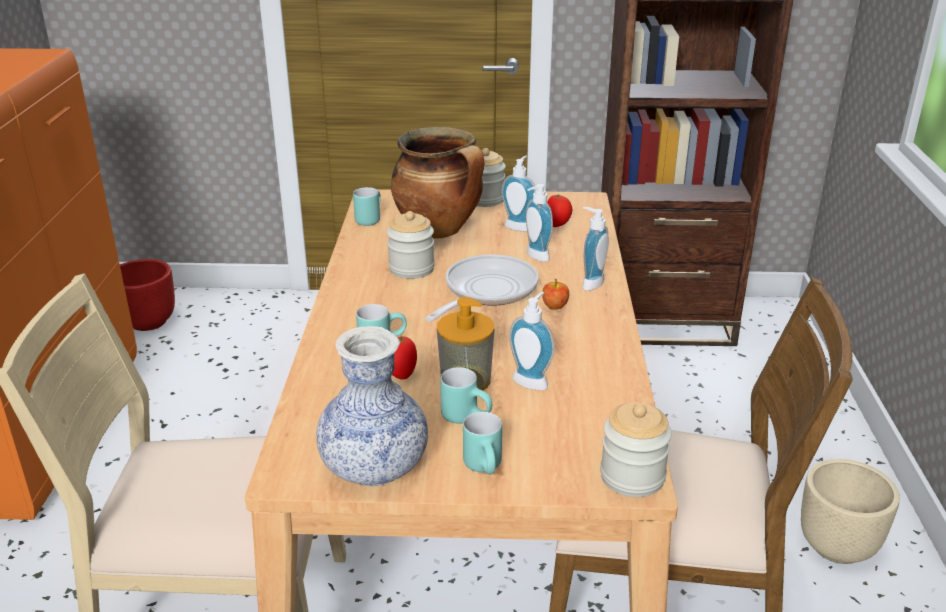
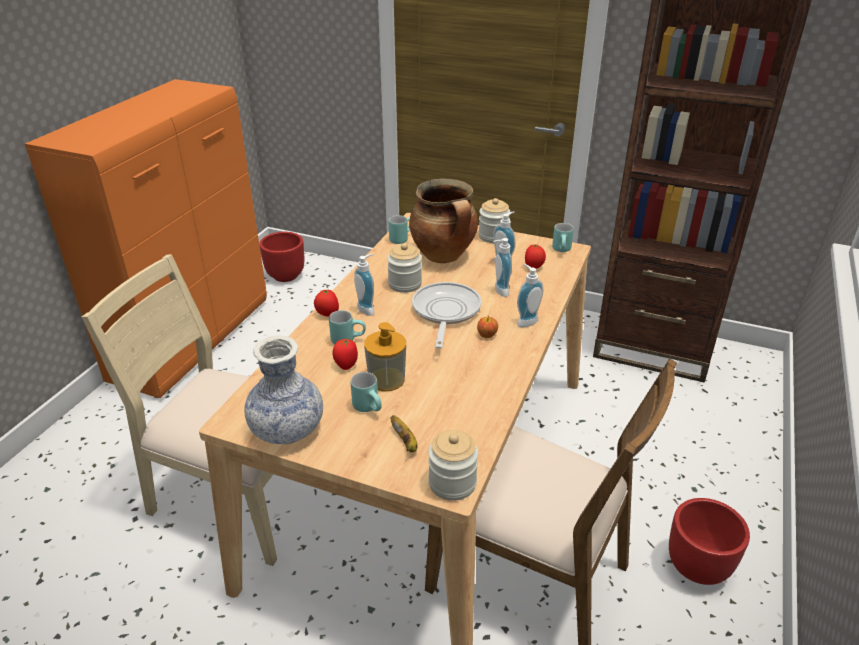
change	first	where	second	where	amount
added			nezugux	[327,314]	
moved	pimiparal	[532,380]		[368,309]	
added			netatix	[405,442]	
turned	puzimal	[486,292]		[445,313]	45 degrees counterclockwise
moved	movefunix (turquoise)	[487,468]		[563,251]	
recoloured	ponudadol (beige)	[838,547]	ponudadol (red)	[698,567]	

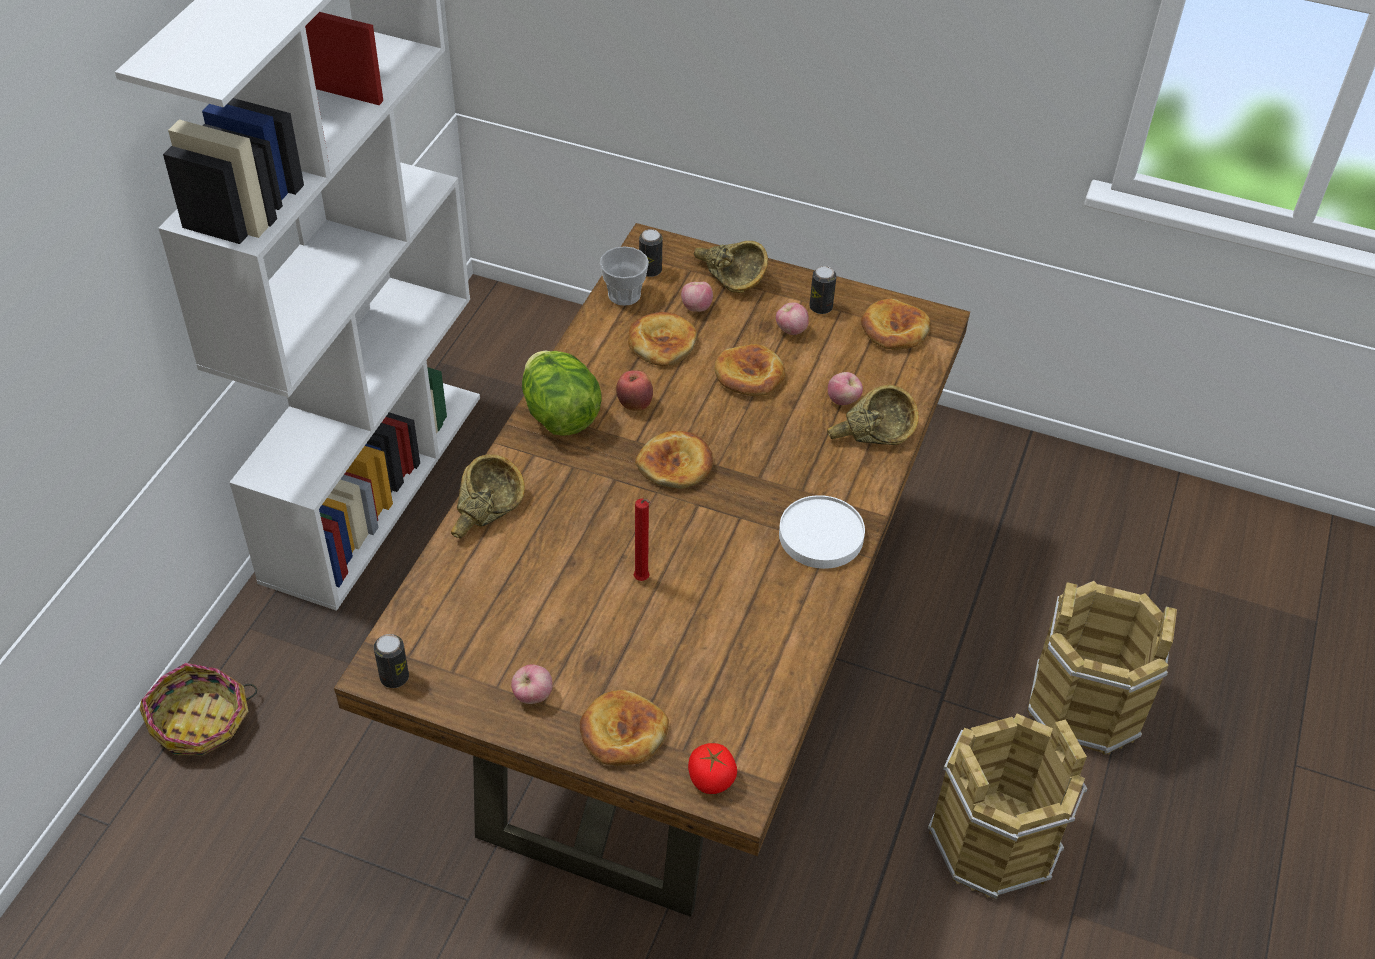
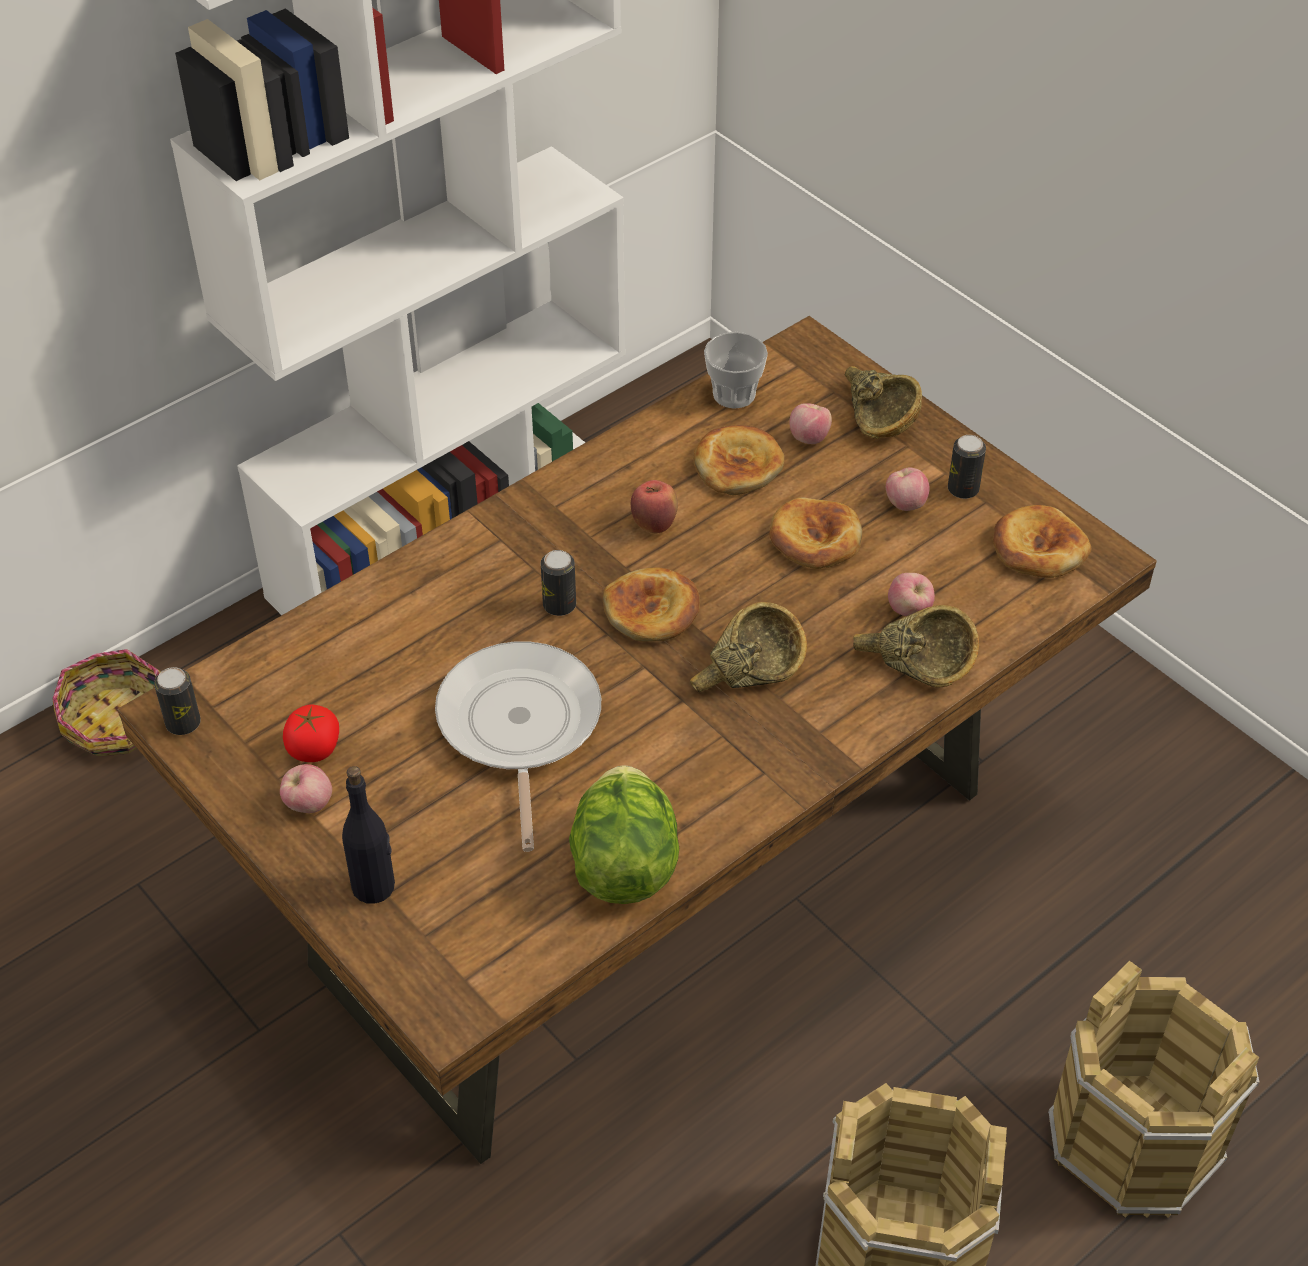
change	first	where	second	where	amount
moved	nezugux	[711,779]		[314,749]	
replaced	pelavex	[622,732]	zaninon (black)	[374,886]	
replaced	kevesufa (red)	[643,580]	puzimal	[518,727]	
moved	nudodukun	[650,270]		[559,605]	
moved	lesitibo	[560,415]		[624,865]	
moved	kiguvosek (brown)	[486,513]		[747,675]	
removed	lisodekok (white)	[821,536]			

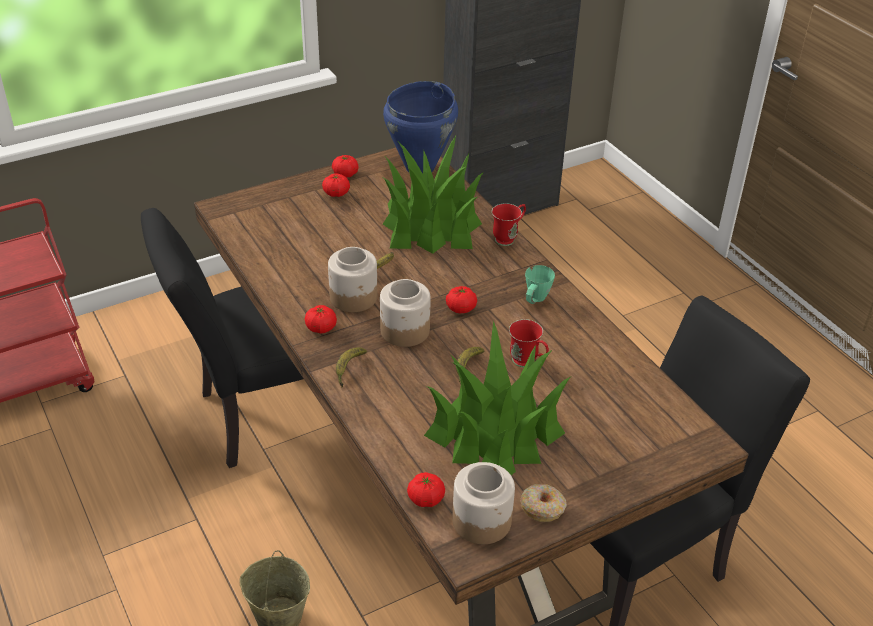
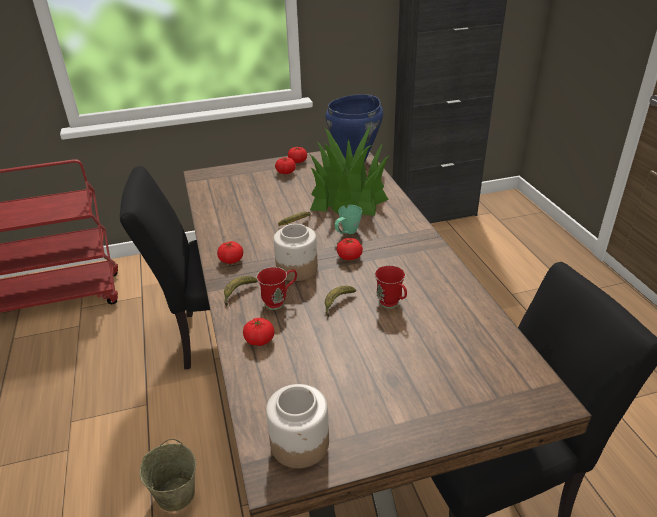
change	first	where	second	where	amount
moved	nezugux	[426,499]		[259,340]	
moved	movefunix (red)	[508,238]		[279,301]	
moved	movefunix (green)	[535,301]		[347,233]	
removed	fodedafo	[354,297]			
removed	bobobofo	[495,432]			
removed	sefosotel	[543,508]			

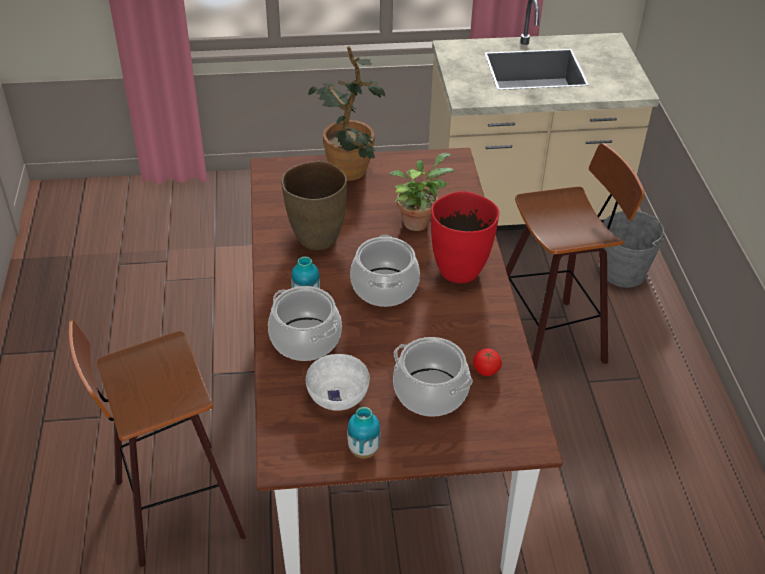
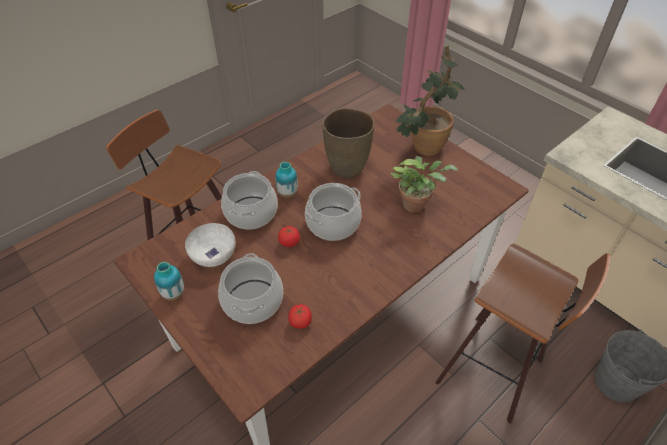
change	first	where	second	where	amount
added			nezugux	[289,242]	
removed	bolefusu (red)	[459,270]			

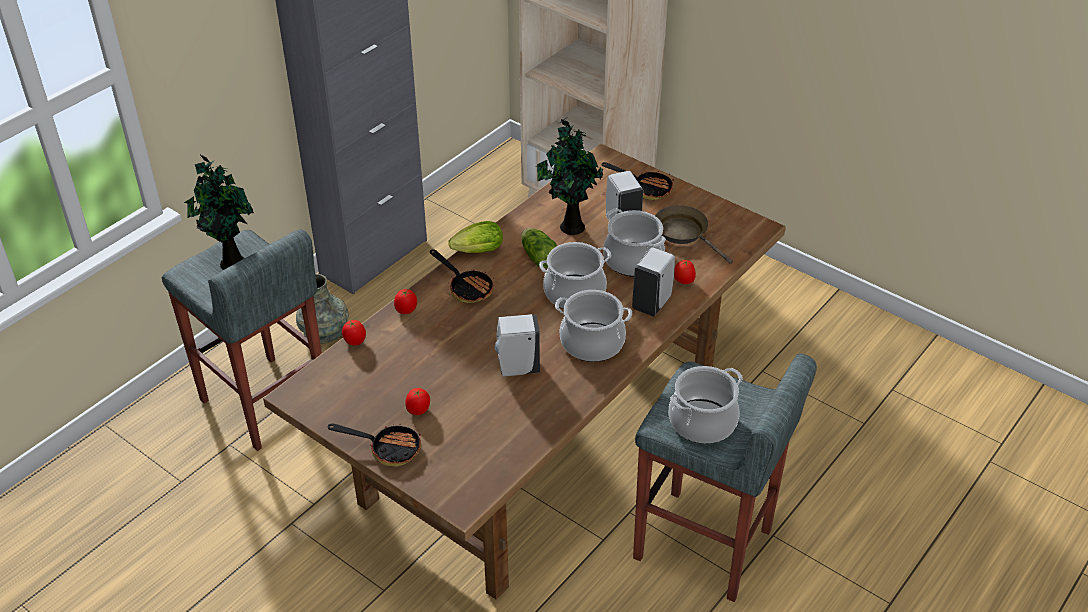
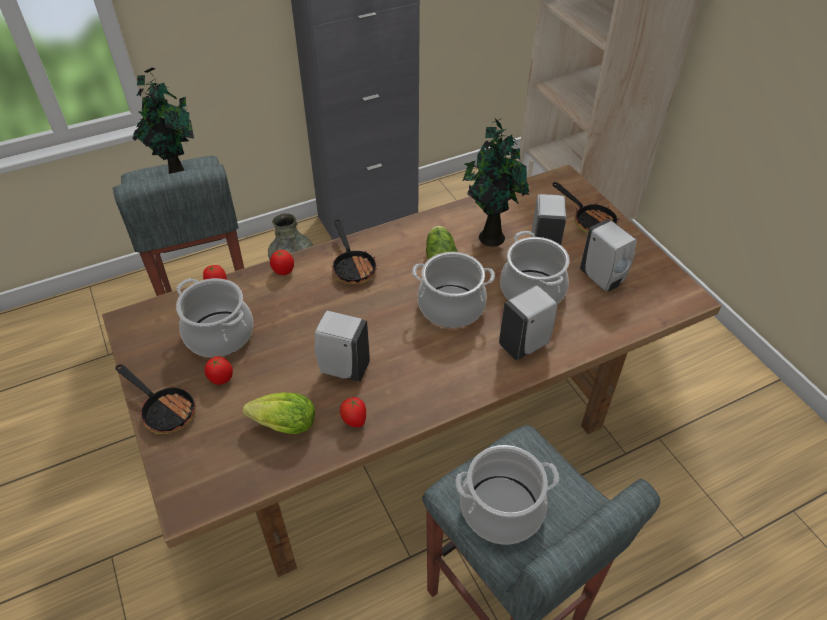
change	first	where	second	where	amount
moved	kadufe	[592,343]		[219,335]	
moved	lesitibo	[475,252]		[281,425]	
moved	nezugux	[683,281]		[354,421]	
replaced	puzimal (brown)	[684,233]	pimiparal (white)	[602,279]	

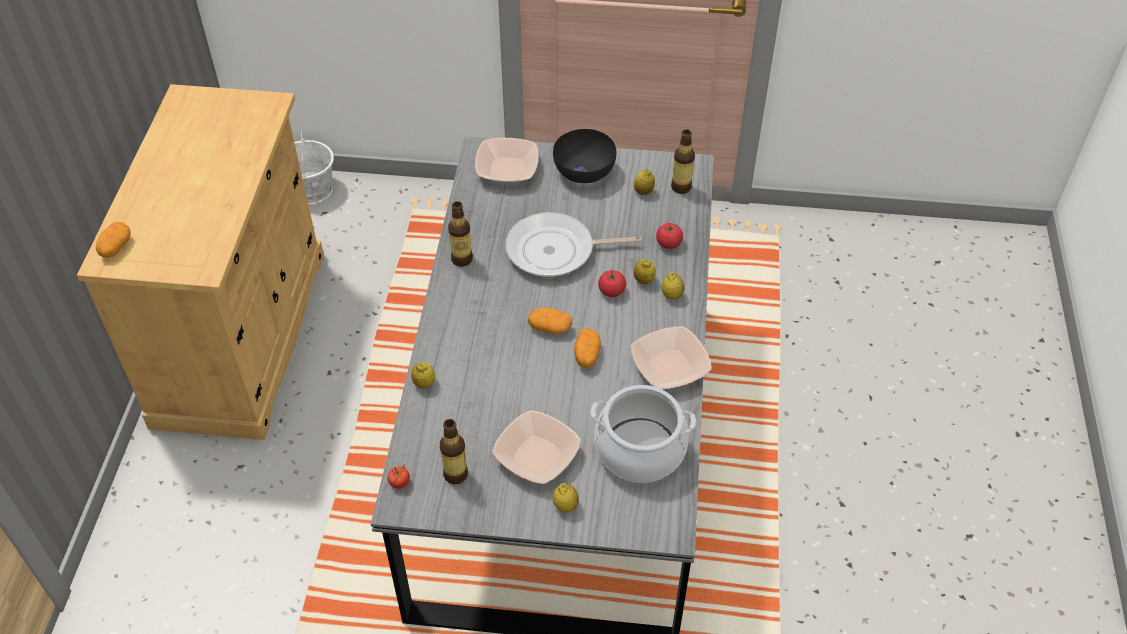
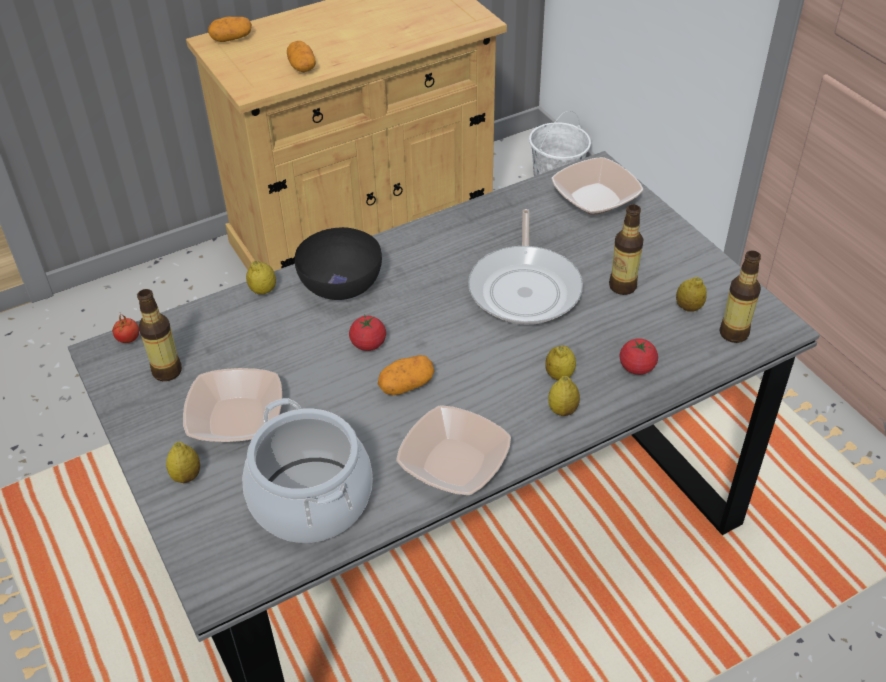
change	first	where	second	where	amount
moved	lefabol	[550,328]		[302,67]	
moved	kiguvosek (black)	[585,171]		[341,285]	
moved	nezugux	[611,291]		[368,344]	
turned	puzimal	[556,251]		[525,288]	135 degrees counterclockwise
moved	zaninon	[462,259]		[622,286]	

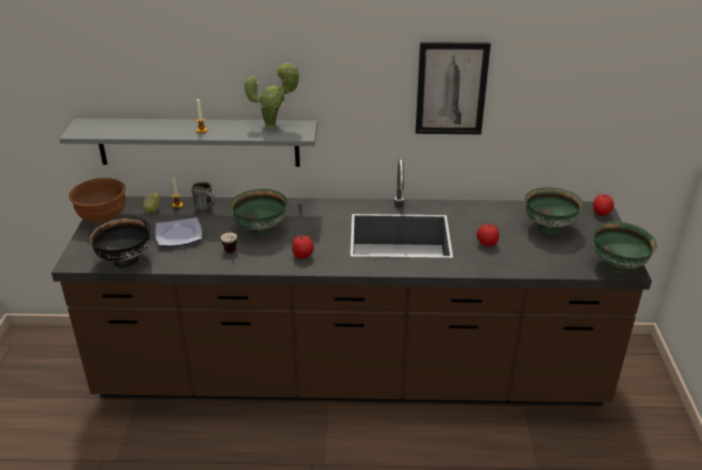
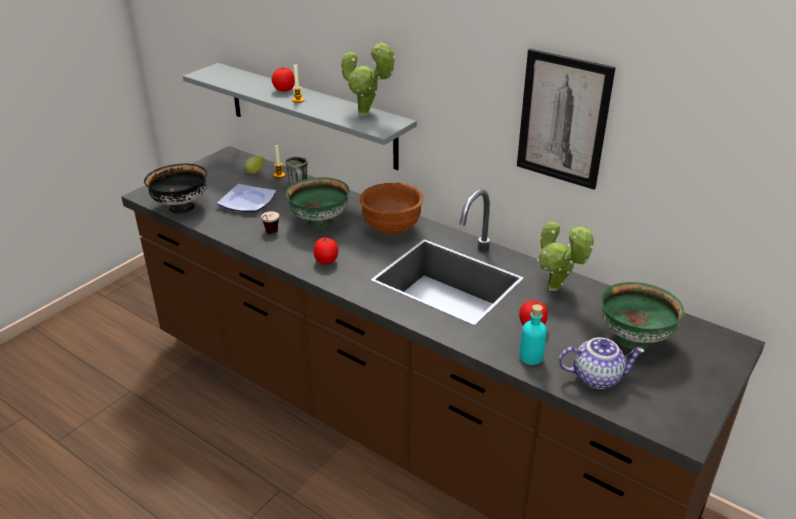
change	first	where	second	where	amount
moved	nezugux	[601,214]		[284,90]	
moved	kiguvosek (brown)	[102,218]		[391,229]	
added			zaninon (turquoise)	[531,357]	
added			bobobofo	[556,290]	
added			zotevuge	[597,377]	
removed	kiguvosek (green)	[617,266]			

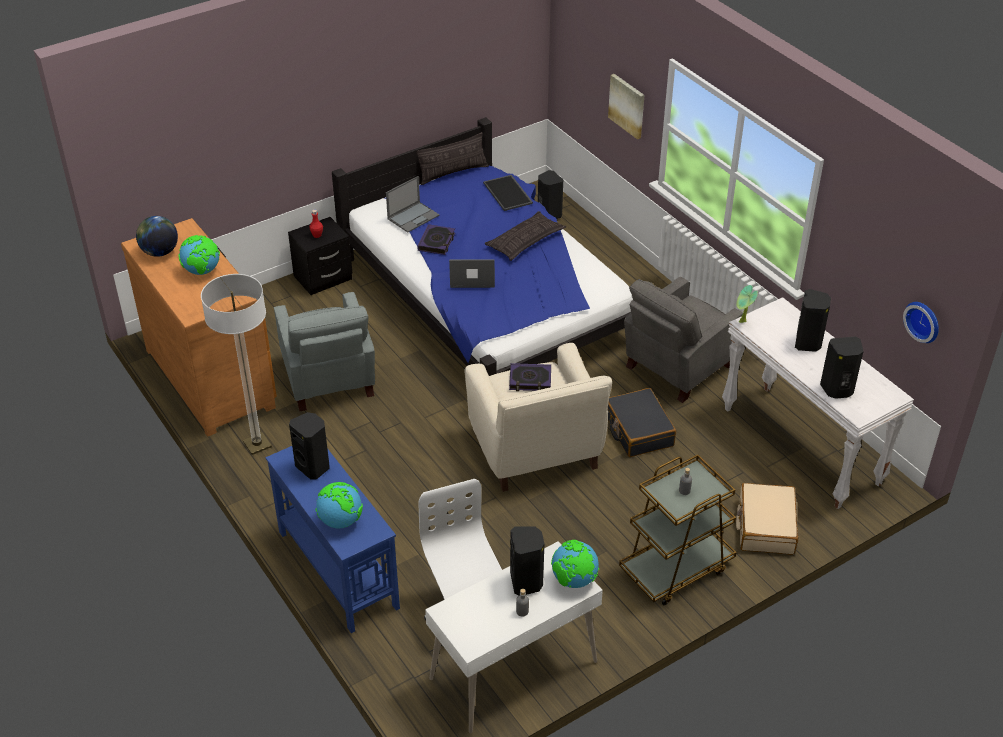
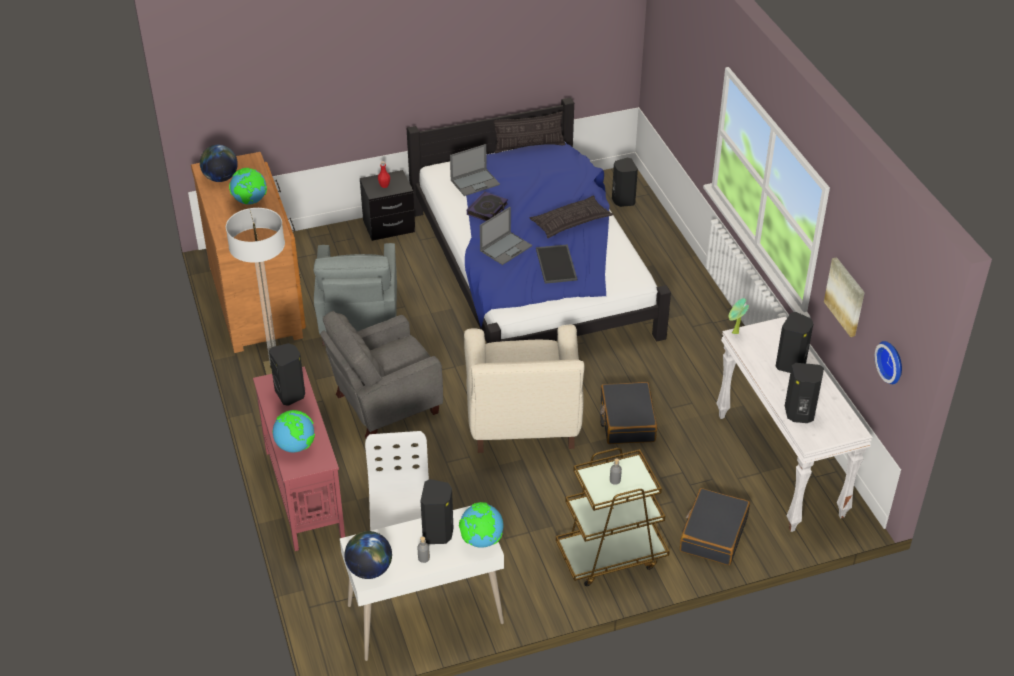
change	first	where	second	where	amount
recoloured	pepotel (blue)	[338,568]	pepotel (red)	[304,492]	
moved	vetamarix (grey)	[676,367]		[384,404]	
added			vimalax	[369,569]	
turned	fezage	[471,277]		[506,248]	120 degrees clockwise
moved	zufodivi	[508,193]		[557,264]	
recoloured	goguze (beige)	[765,526]	goguze (black)	[713,534]	
moved	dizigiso	[627,105]		[846,296]	
removed	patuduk	[530,380]			

